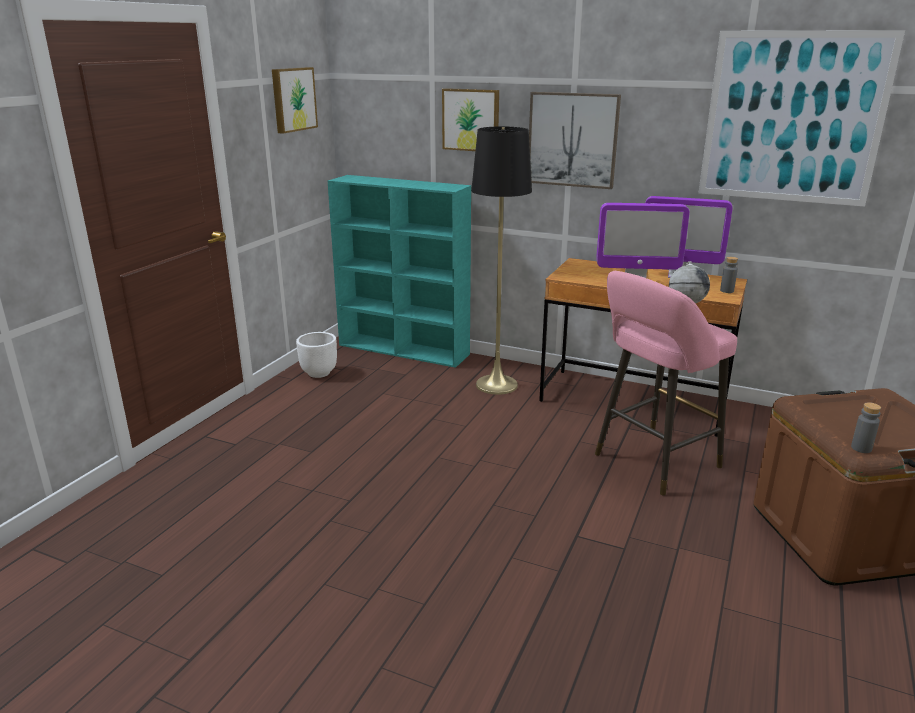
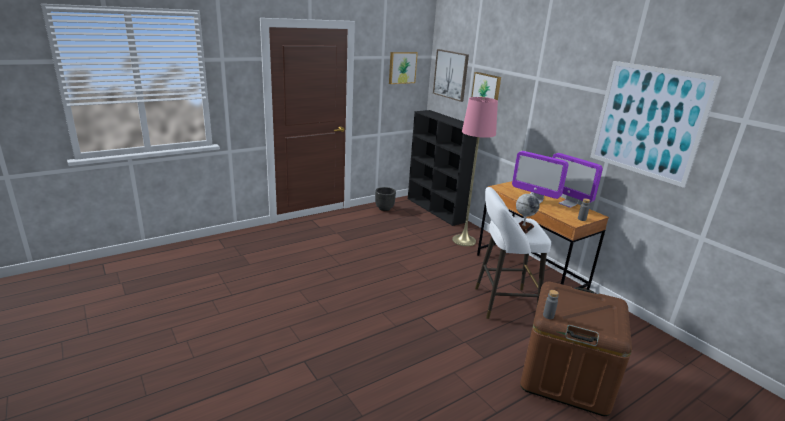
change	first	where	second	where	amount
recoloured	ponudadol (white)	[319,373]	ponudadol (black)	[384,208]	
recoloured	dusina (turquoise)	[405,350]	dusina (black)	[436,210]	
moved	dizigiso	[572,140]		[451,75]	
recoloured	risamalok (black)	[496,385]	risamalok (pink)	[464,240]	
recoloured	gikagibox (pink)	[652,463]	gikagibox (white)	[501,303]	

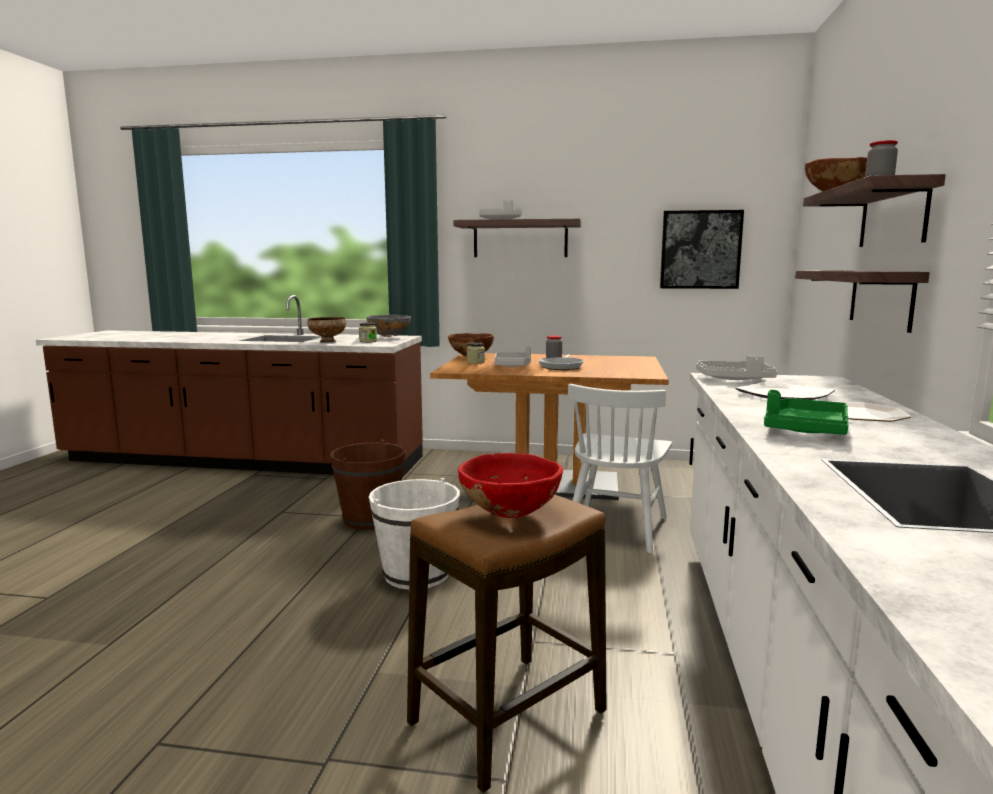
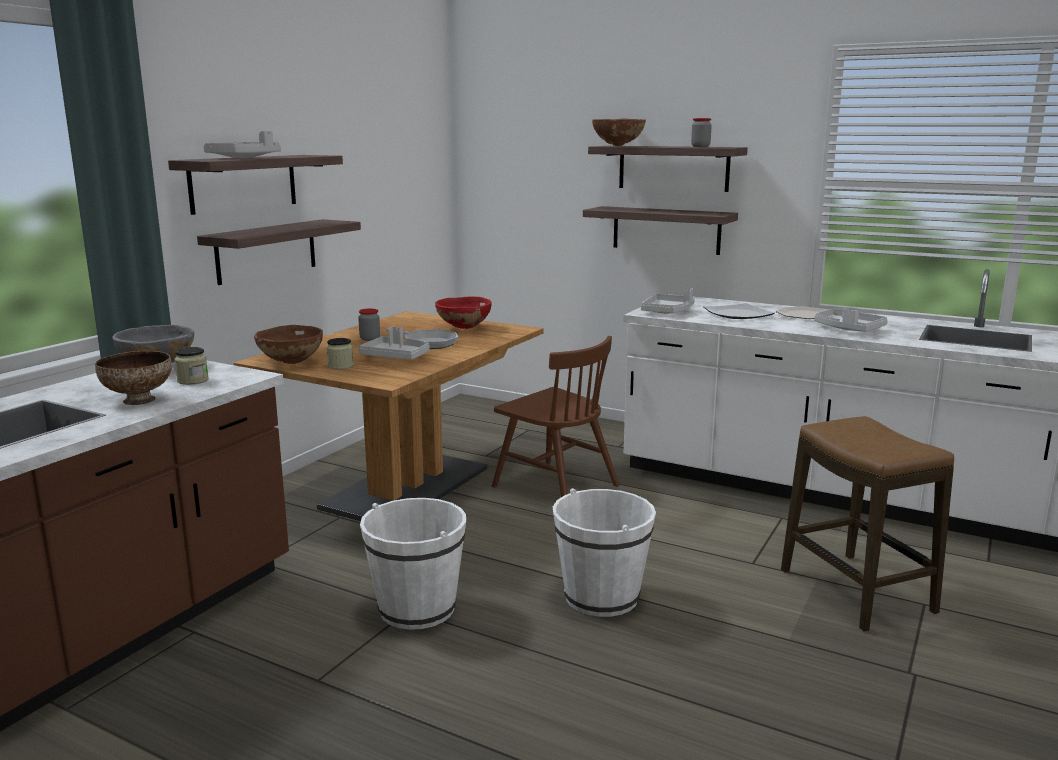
change	first	where	second	where	amount
added			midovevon	[266,251]	
recoloured	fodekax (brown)	[371,519]	fodekax (white)	[417,608]	
moved	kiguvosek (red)	[510,514]		[464,328]	
recoloured	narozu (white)	[616,528]	narozu (brown)	[555,486]	
recoloured	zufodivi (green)	[805,429]	zufodivi (grey)	[848,329]	
removed	dizigiso	[700,250]			

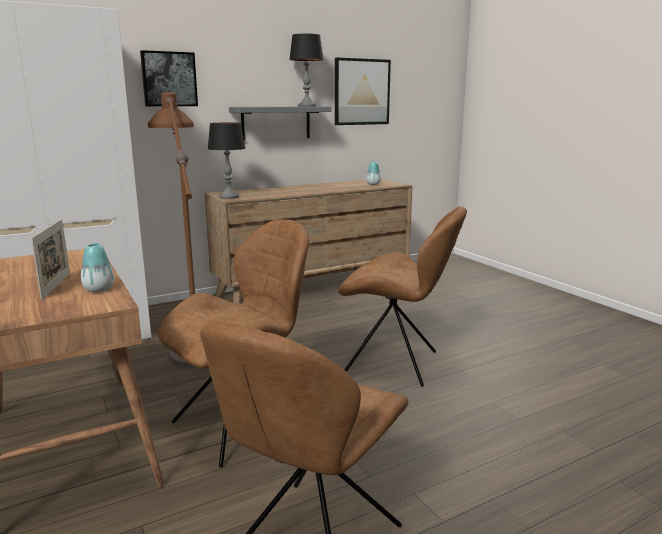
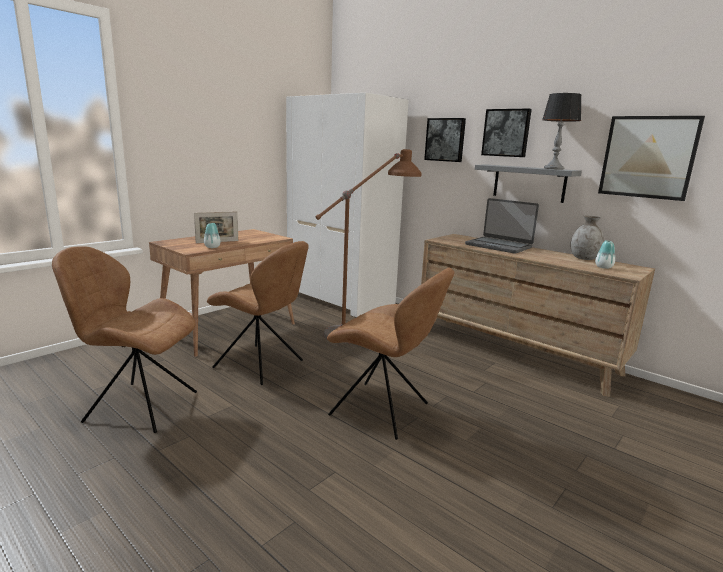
change	first	where	second	where	amount
turned	narozu (brown)	[395,363]		[383,411]	60 degrees counterclockwise
added			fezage	[498,246]	
added			dizigiso	[506,133]	
added			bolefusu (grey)	[584,258]	
removed	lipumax	[229,197]			

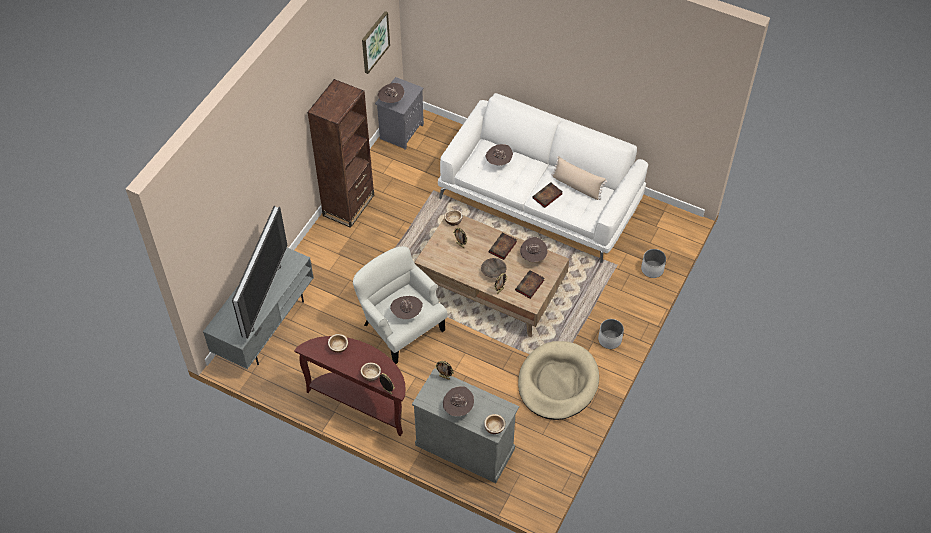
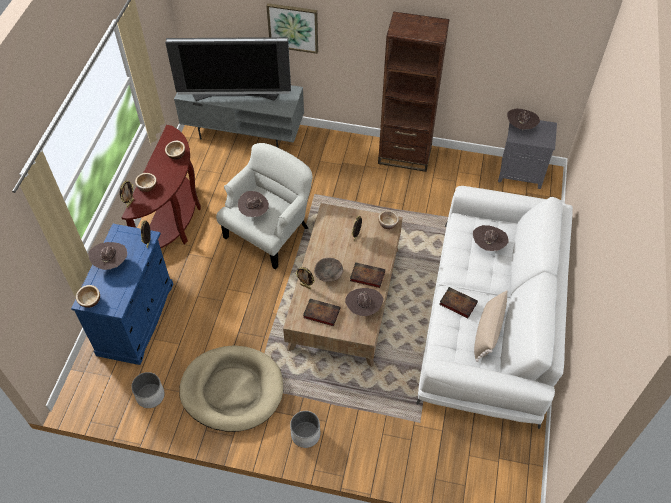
change	first	where	second	where	amount
recoloured	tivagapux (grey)	[465,446]	tivagapux (blue)	[136,319]	
moved	ponudadol (white)	[652,269]		[150,395]	
moved	dizigiso	[374,42]		[293,27]	

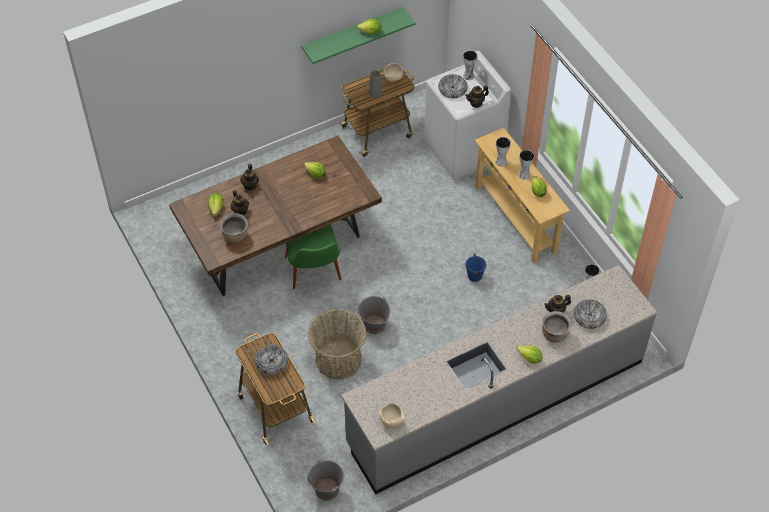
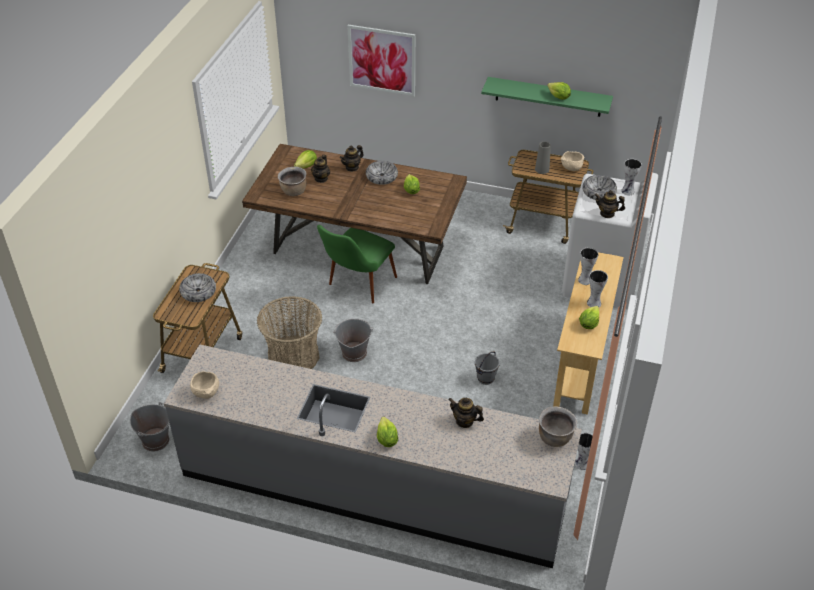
change	first	where	second	where	amount
added			dizigiso	[382,60]	
moved	kiguvosek	[589,317]		[381,177]	
recoloured	fodekax (blue)	[475,276]	fodekax (grey)	[486,379]	
moved	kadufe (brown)	[554,334]		[555,438]	

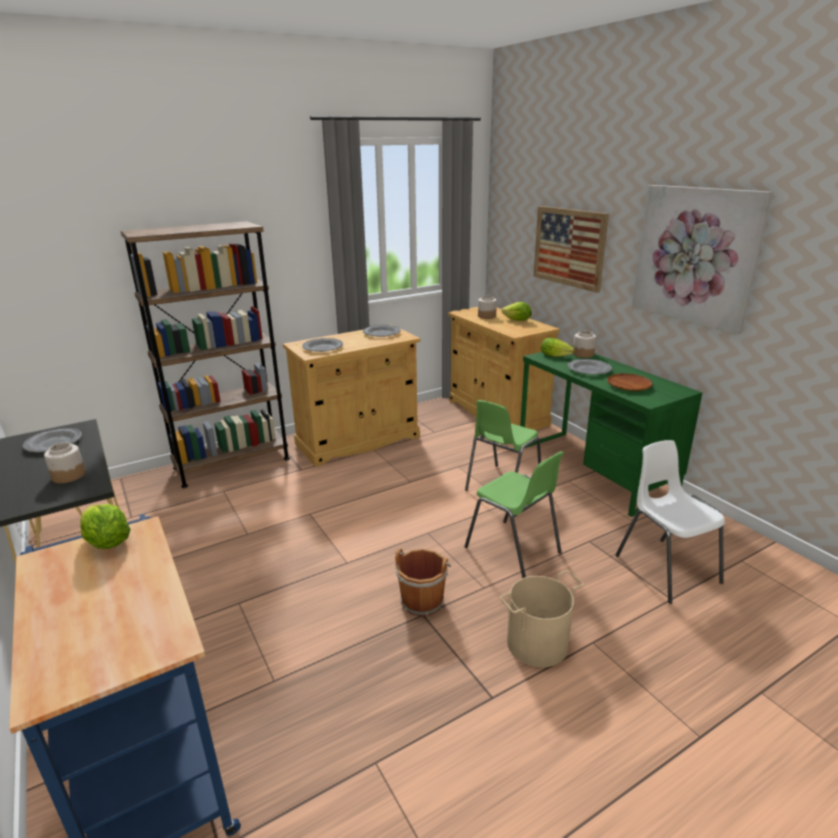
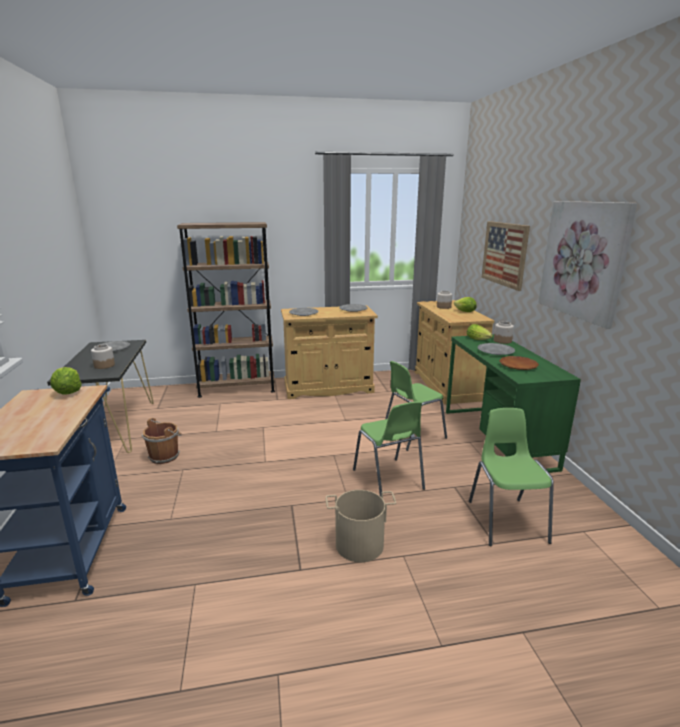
change	first	where	second	where	amount
moved	fodekax (brown)	[422,600]		[165,456]	
recoloured	narozu (white)	[666,568]	narozu (green)	[506,521]	

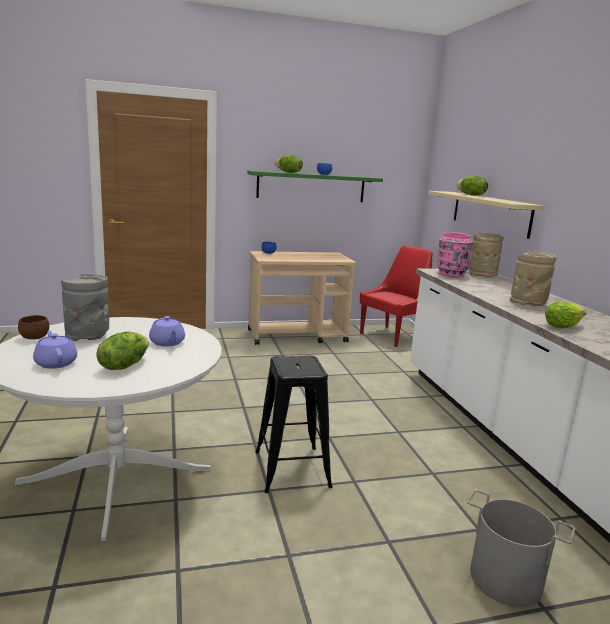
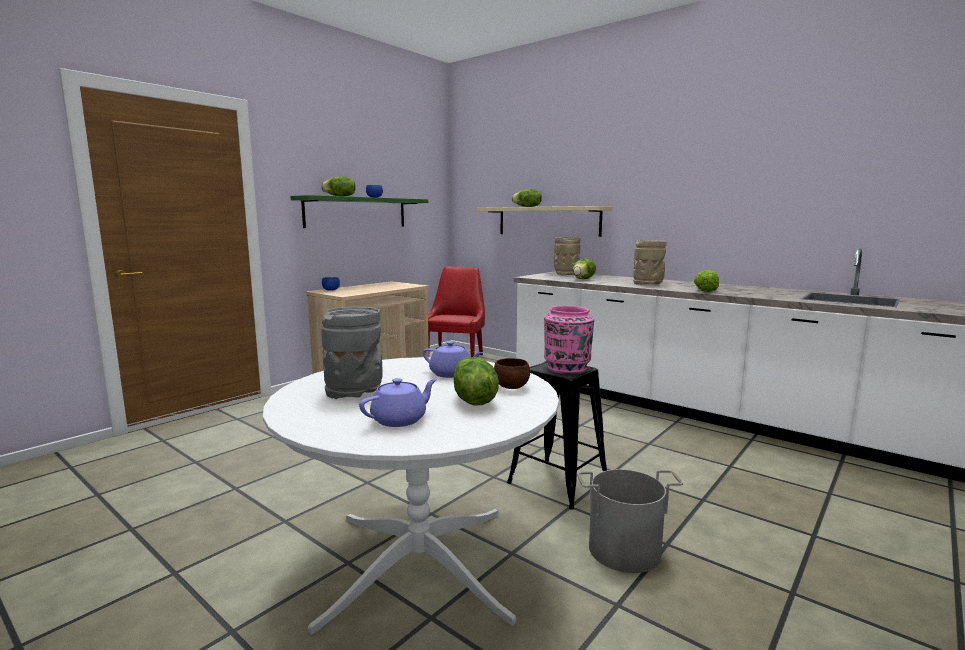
change	first	where	second	where	amount
turned	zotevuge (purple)	[56,363]		[400,420]	120 degrees clockwise
moved	kiguvosek (brown)	[34,338]		[511,387]	
moved	bolefusu (pink)	[451,274]		[567,368]	
added			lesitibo	[583,279]	
moved	fodekax (grey)	[505,579]		[624,551]	

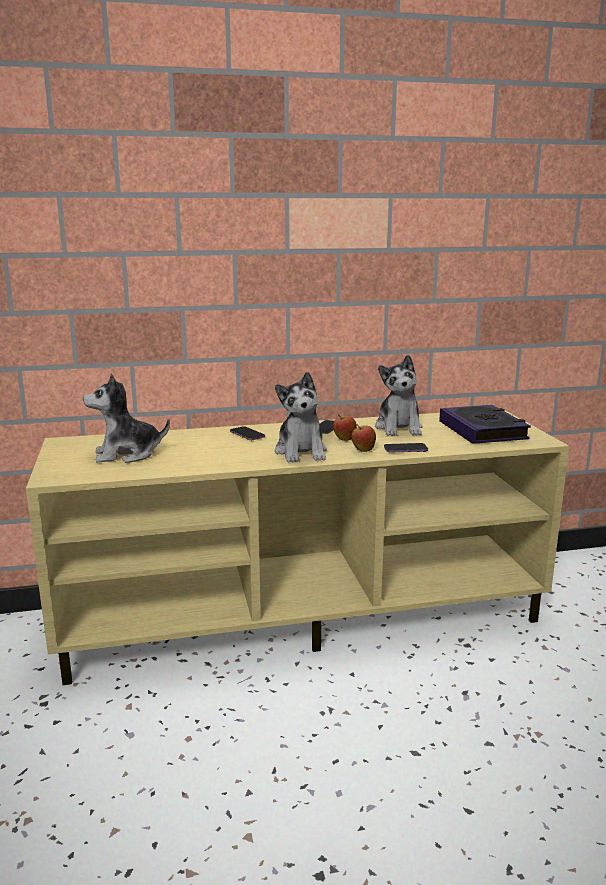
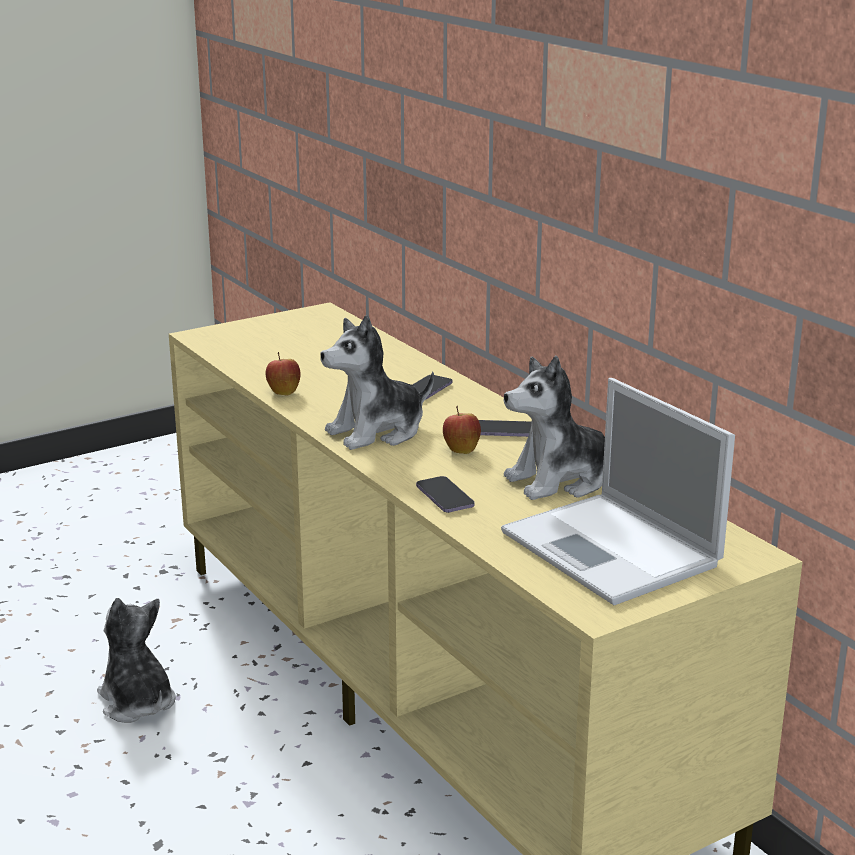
change	first	where	second	where	amount
moved	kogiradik	[127,454]		[137,702]	
moved	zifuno	[363,450]		[283,392]	
replaced	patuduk	[482,430]	fezage	[613,550]	

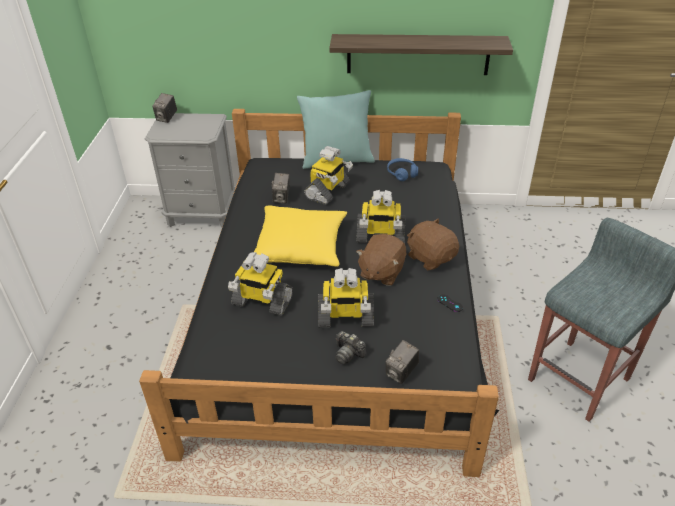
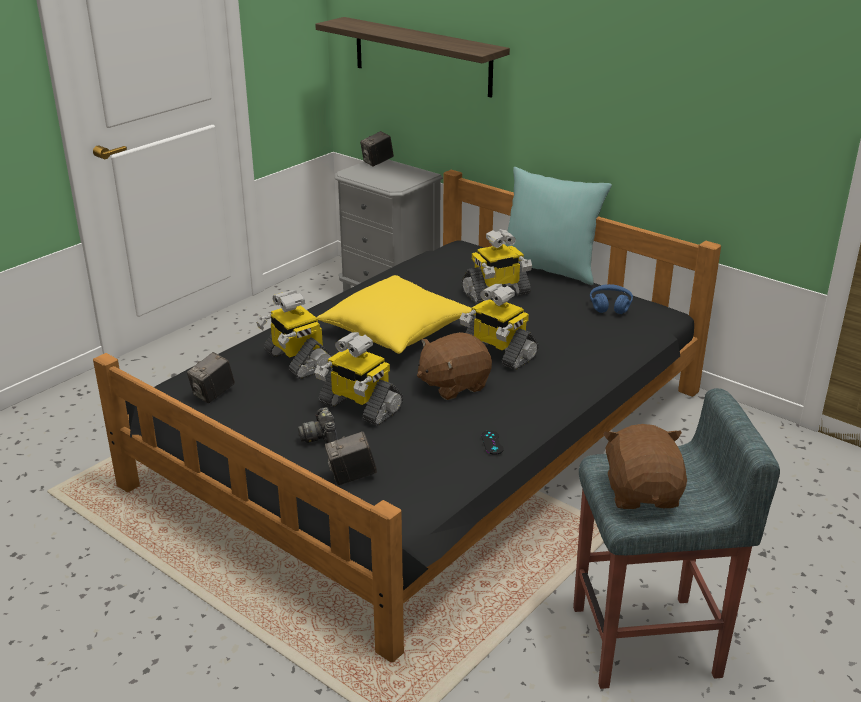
change	first	where	second	where	amount
moved	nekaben	[281,198]		[213,394]	
moved	midovevon	[418,54]		[422,56]	
moved	kogiradik (brown)	[431,257]		[642,493]	

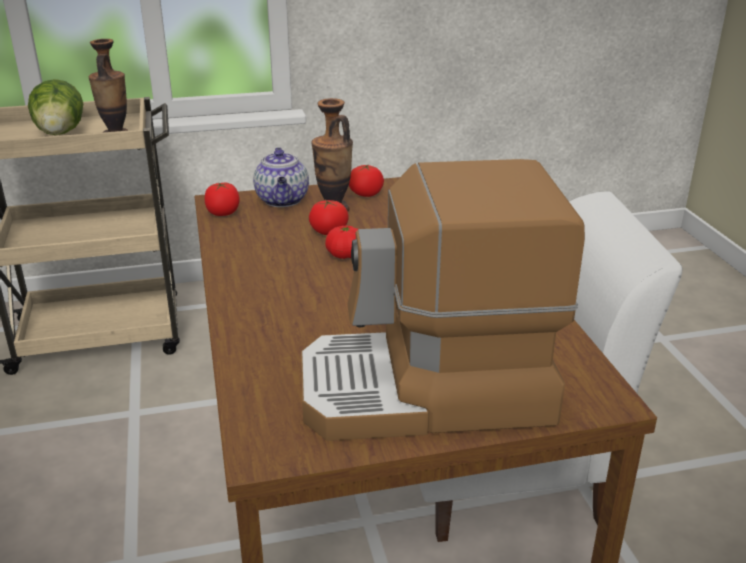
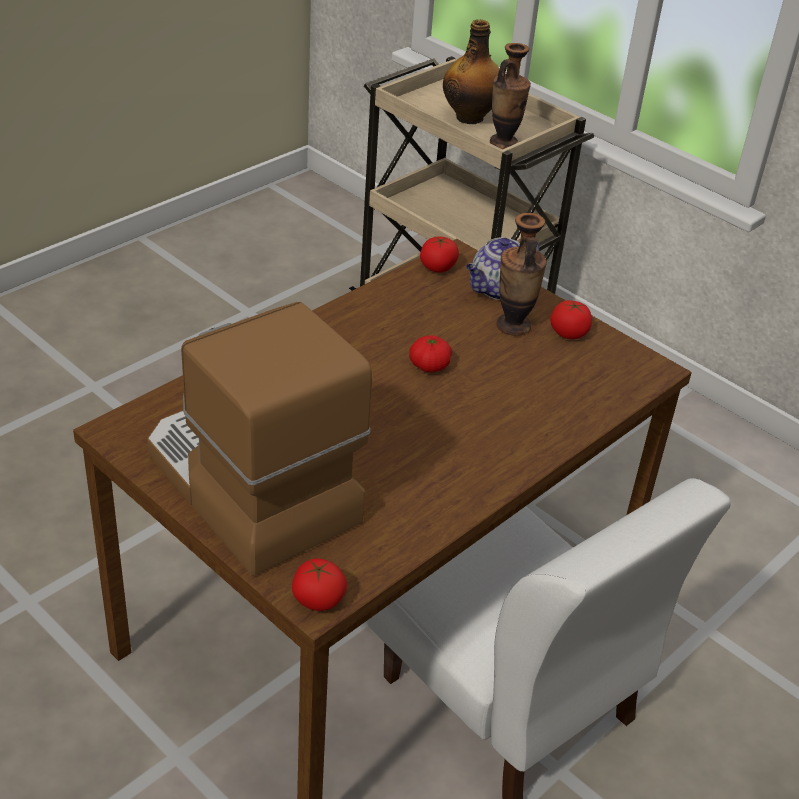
change	first	where	second	where	amount
moved	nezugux	[329,231]		[318,600]	
replaced	lesitibo	[60,134]	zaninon	[470,117]	

